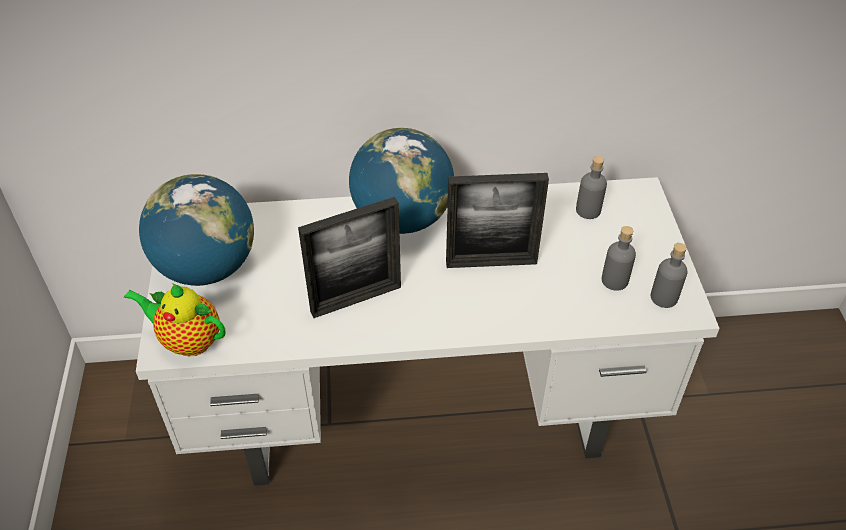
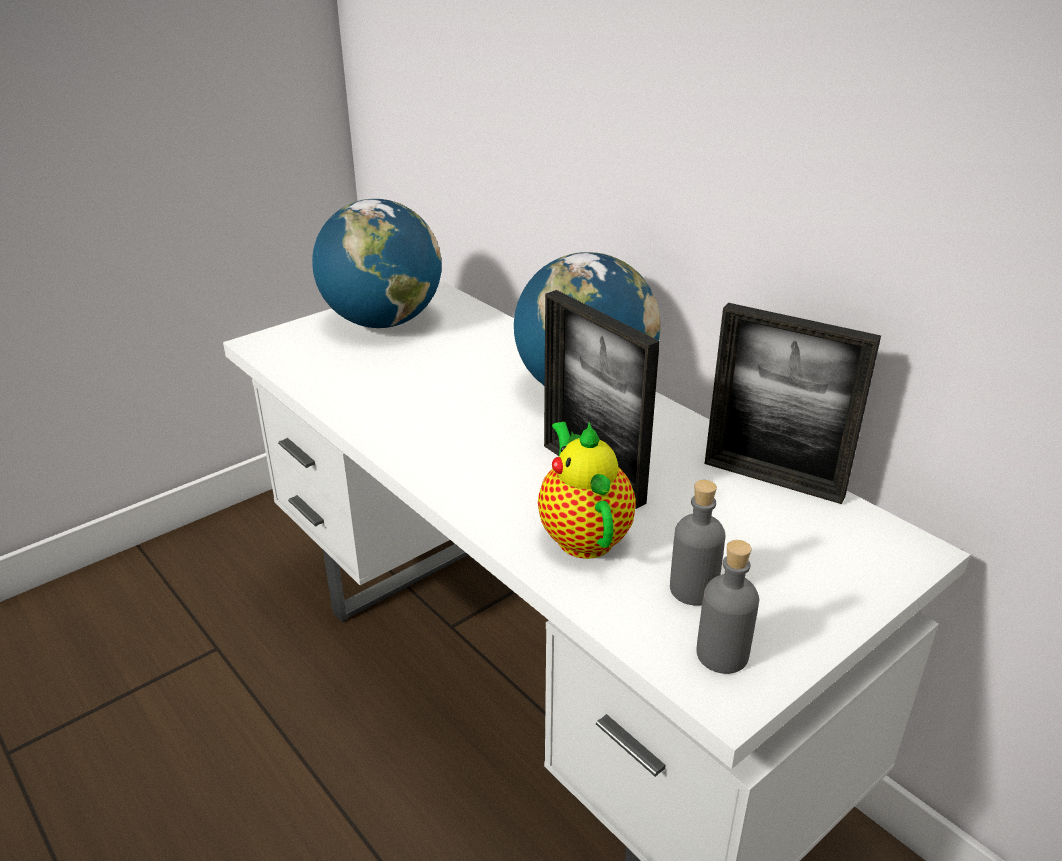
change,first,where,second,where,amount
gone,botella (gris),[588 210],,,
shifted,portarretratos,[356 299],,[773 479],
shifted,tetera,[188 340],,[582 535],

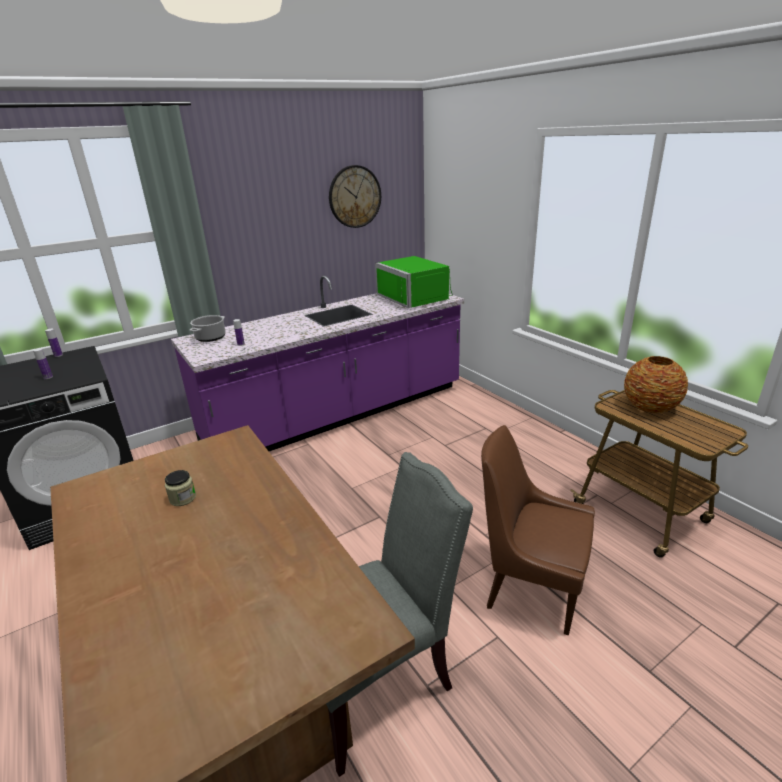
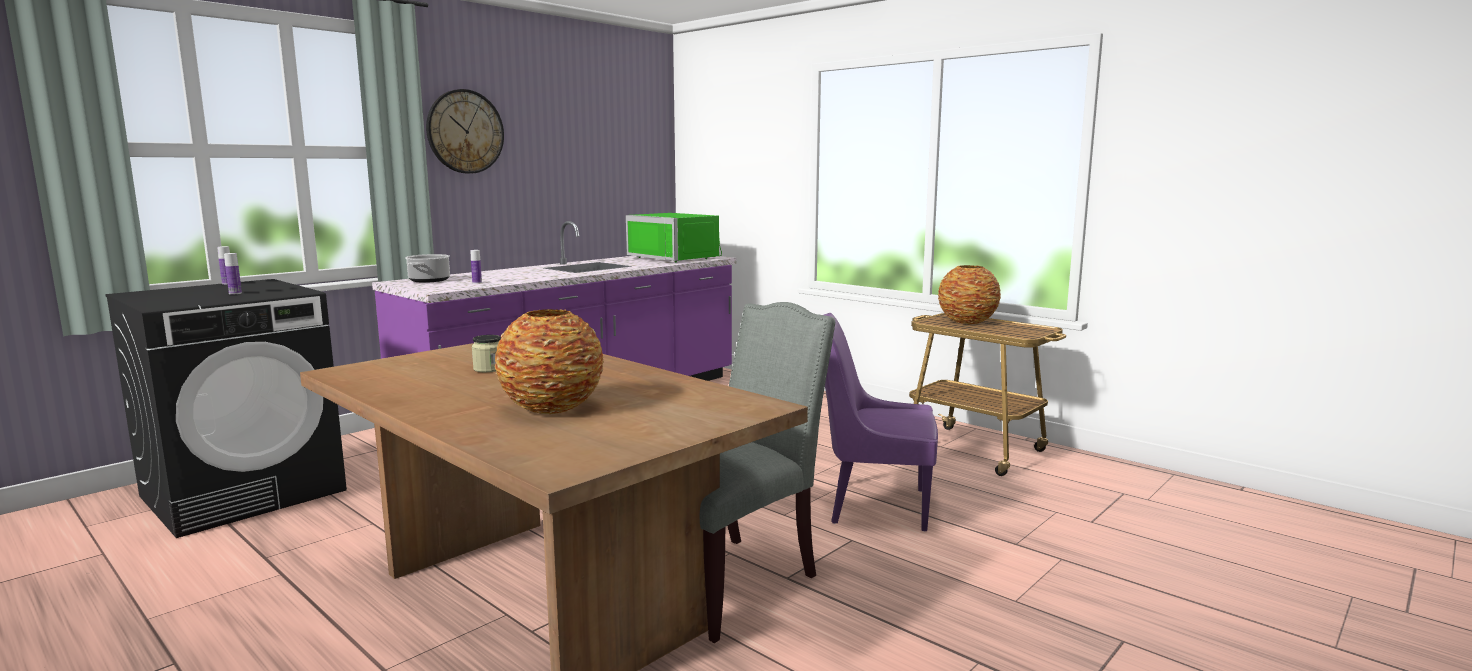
change,first,where,second,where,amount
shifted,reloj de pared,[354 197],,[465 131],
repainted,silla (marrón),[530 586],silla (morado),[874 505],
new,,,florero,[553 408],

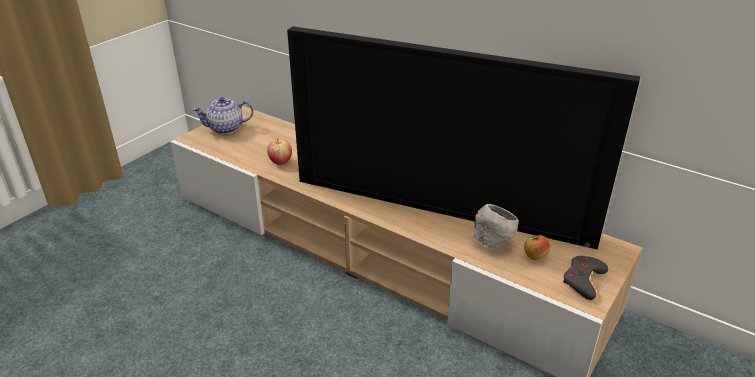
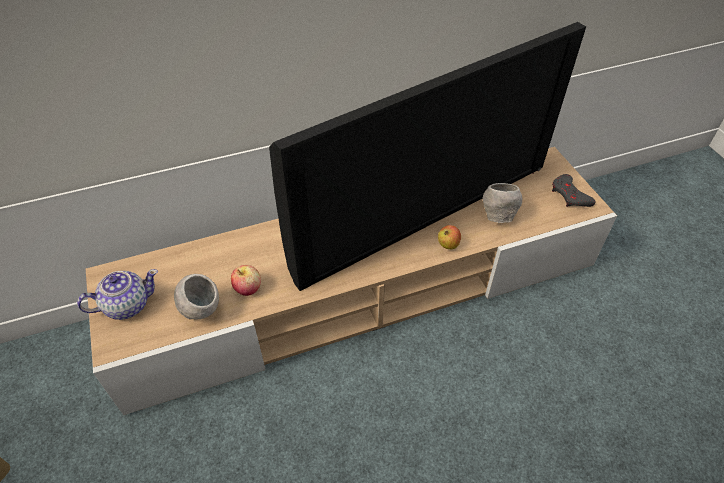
change,first,where,second,where,amount
rotated,tetera,[226 128],,[126 305],135 degrees counterclockwise
shifted,manzana,[535 256],,[448 244],
new,,,cuenco (gris),[201 312],

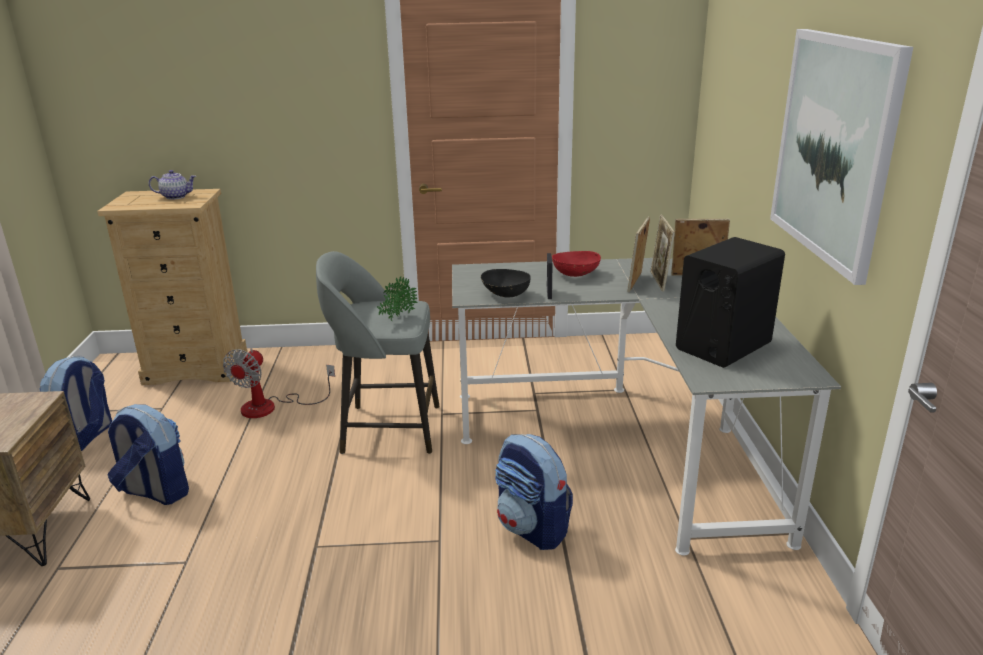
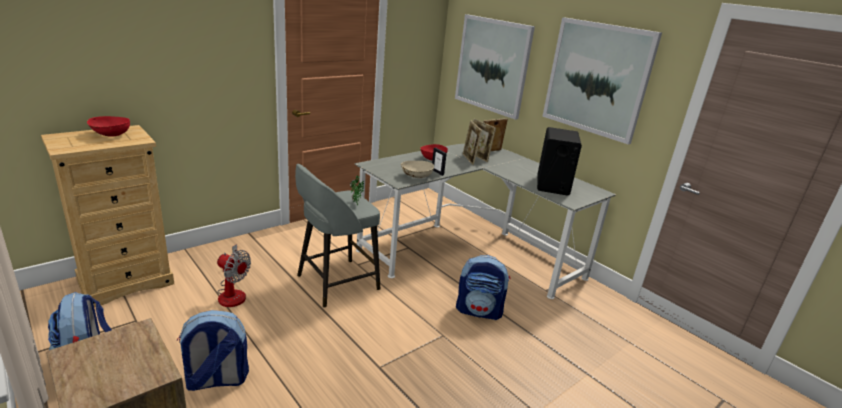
change,first,where,second,where,amount
swapped,tetera,[176 197],cuenco (rojo),[110 135],
repainted,cuenco (negro),[505 295],cuenco (beis),[416 177],
rotated,ventilador,[271 407],,[233 293],45 degrees counterclockwise
new,,,cuadro,[492 65],

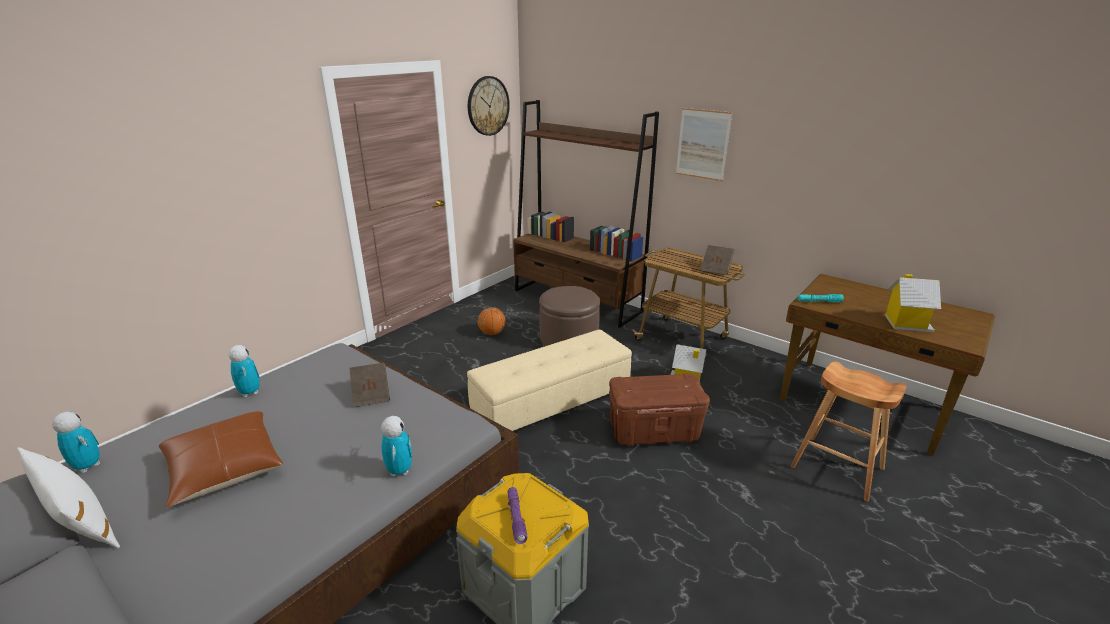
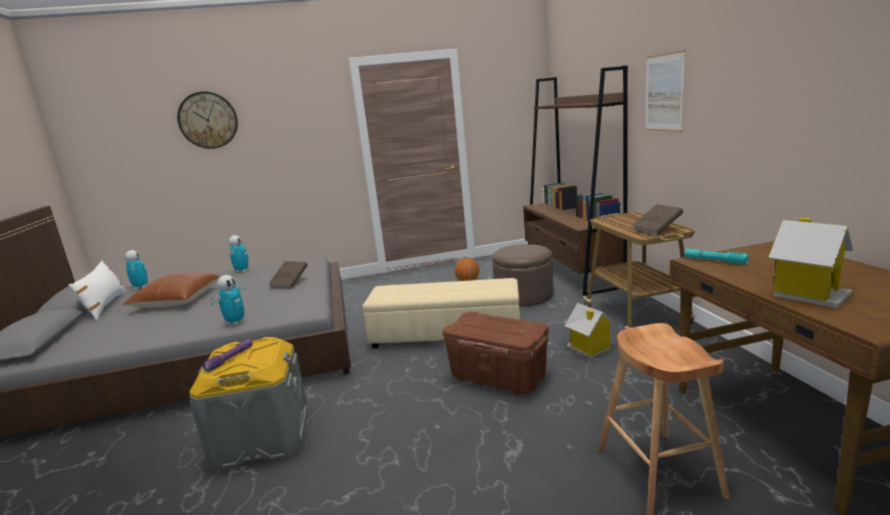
change,first,where,second,where,amount
shifted,reloj de pared,[488 106],,[208 120],

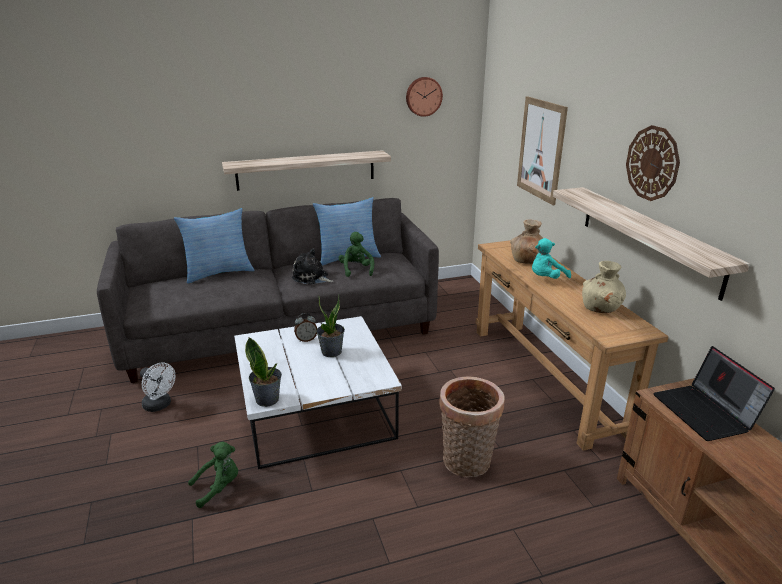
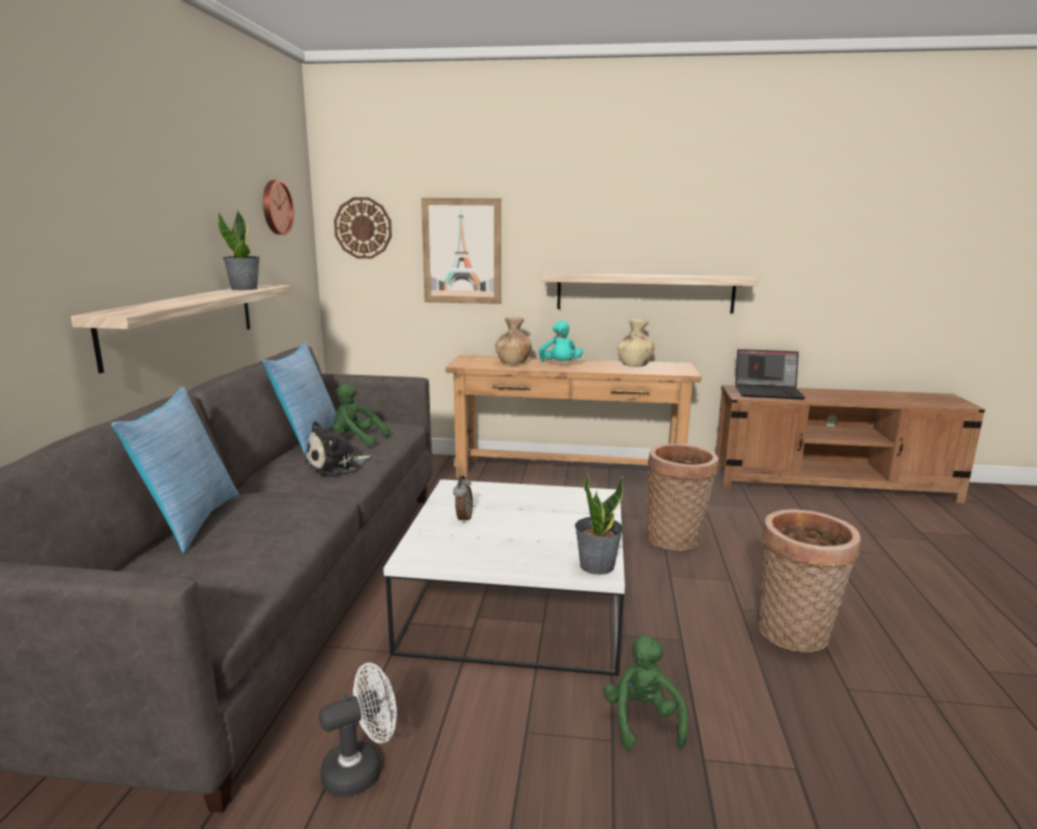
change,first,where,second,where,amount
shifted,reloj de pared,[652 163],,[363 228],
shifted,planta en maceta,[331 352],,[245 289],
new,,,cesta,[795 636],

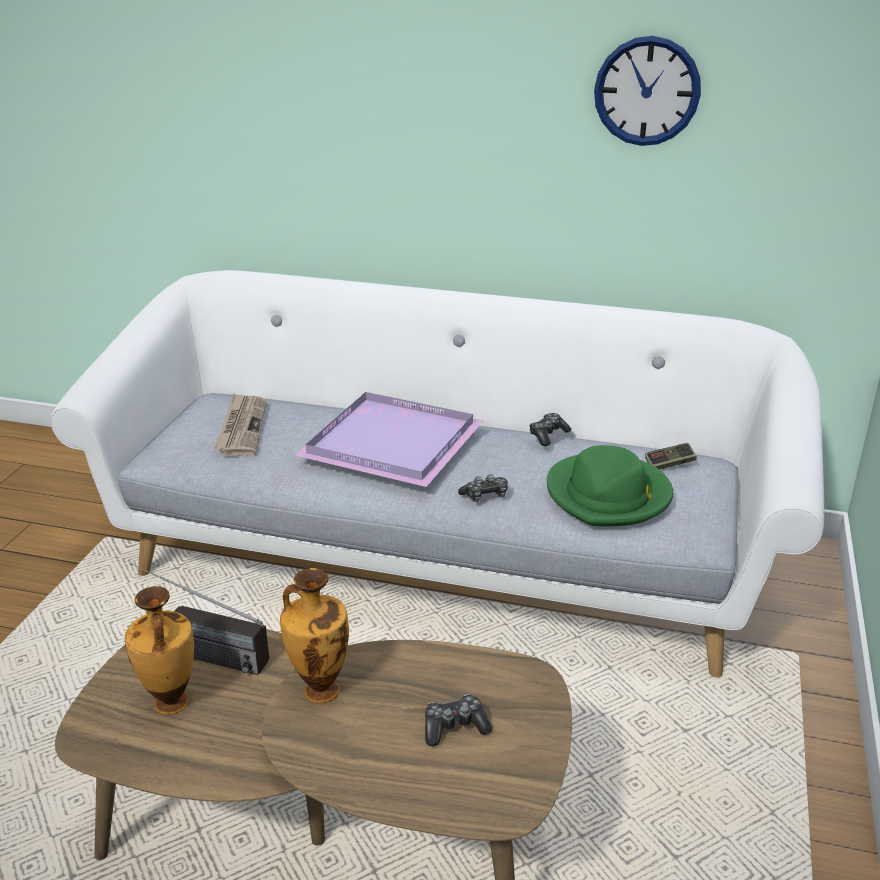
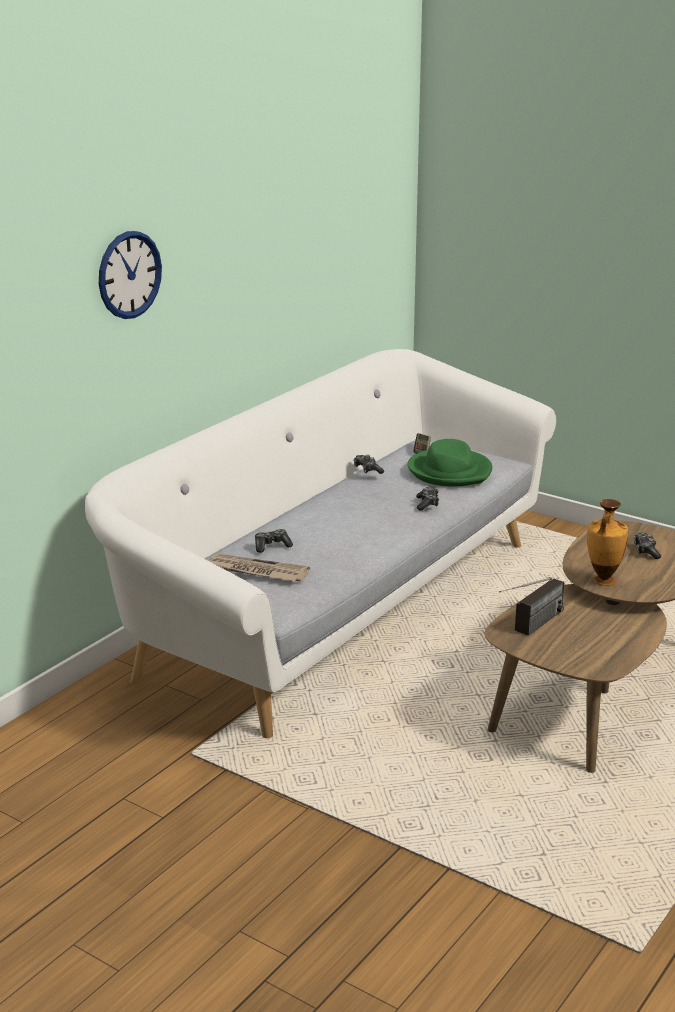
change,first,where,second,where,amount
shifted,reloj de pared,[647 91],,[129 275],
gone,bandeja (morado),[395 442],,,
gone,florero,[171 704],,,
new,,,mando de consola,[272 546],

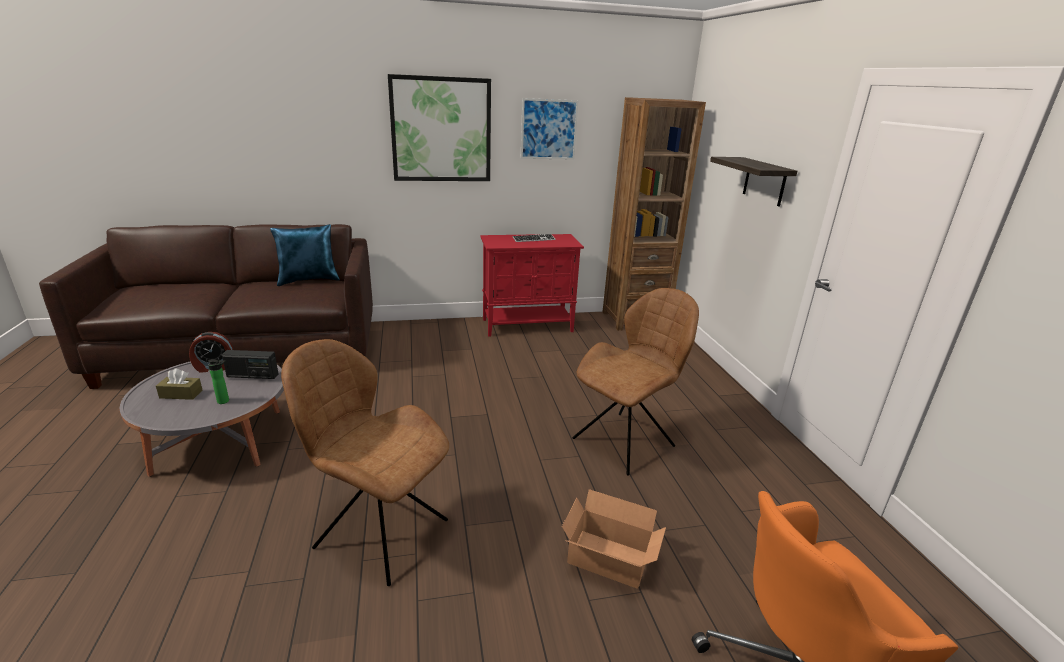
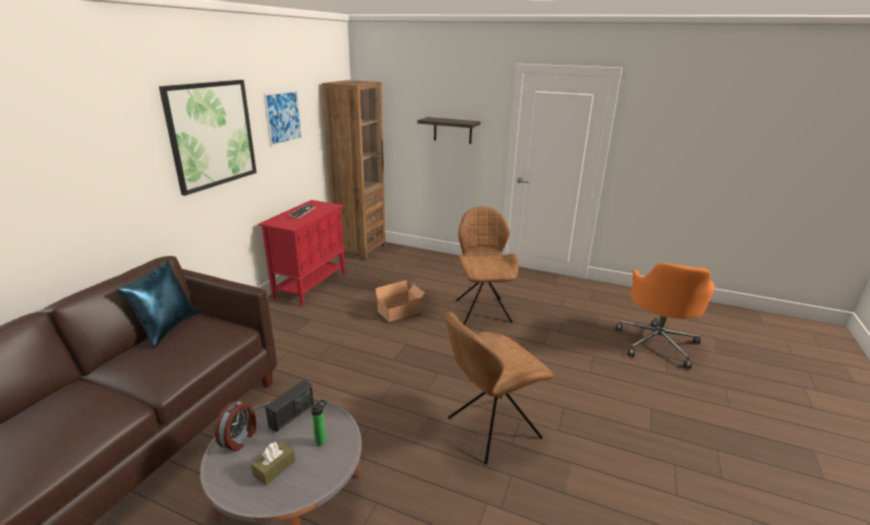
change,first,where,second,where,amount
shifted,caja de cartón,[609 561],,[400 312],

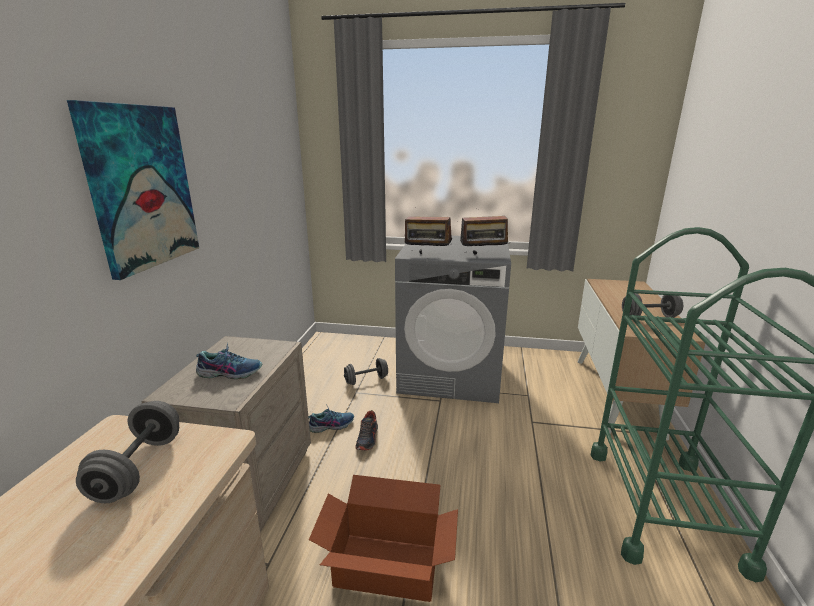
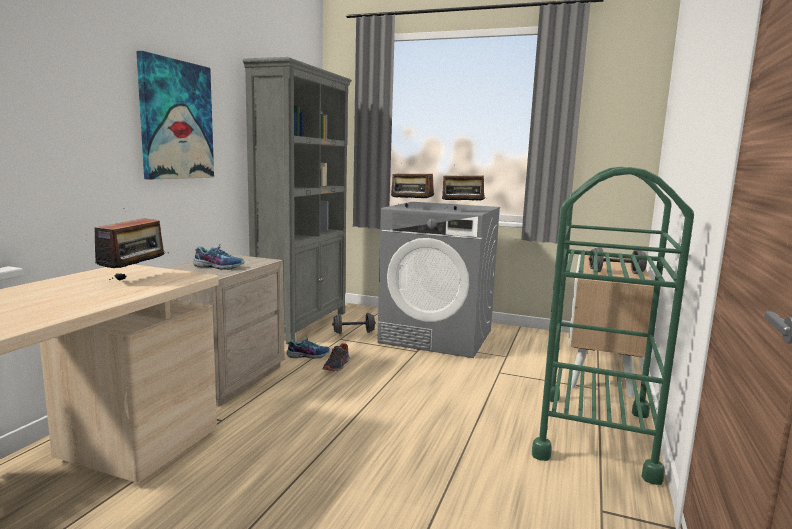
change,first,where,second,where,amount
swapped,mancuerna (gris),[139 468],radio,[134 278],
gone,caja de cartón,[386 564],,,
new,,,estantería (gris),[302 324],

